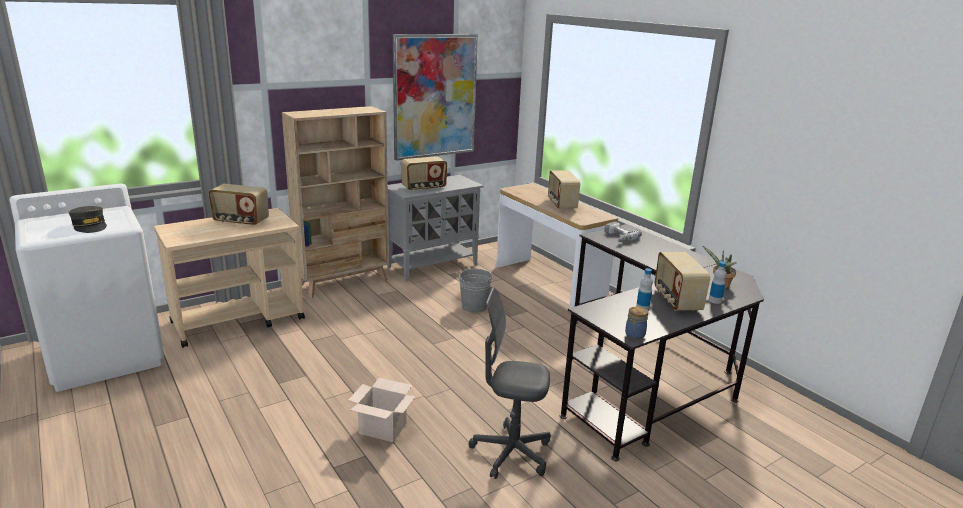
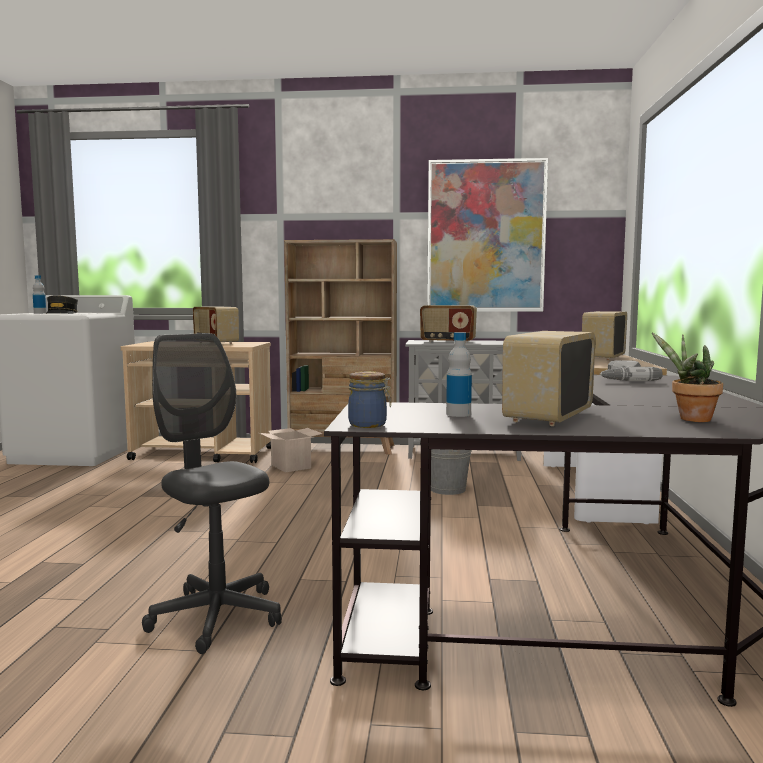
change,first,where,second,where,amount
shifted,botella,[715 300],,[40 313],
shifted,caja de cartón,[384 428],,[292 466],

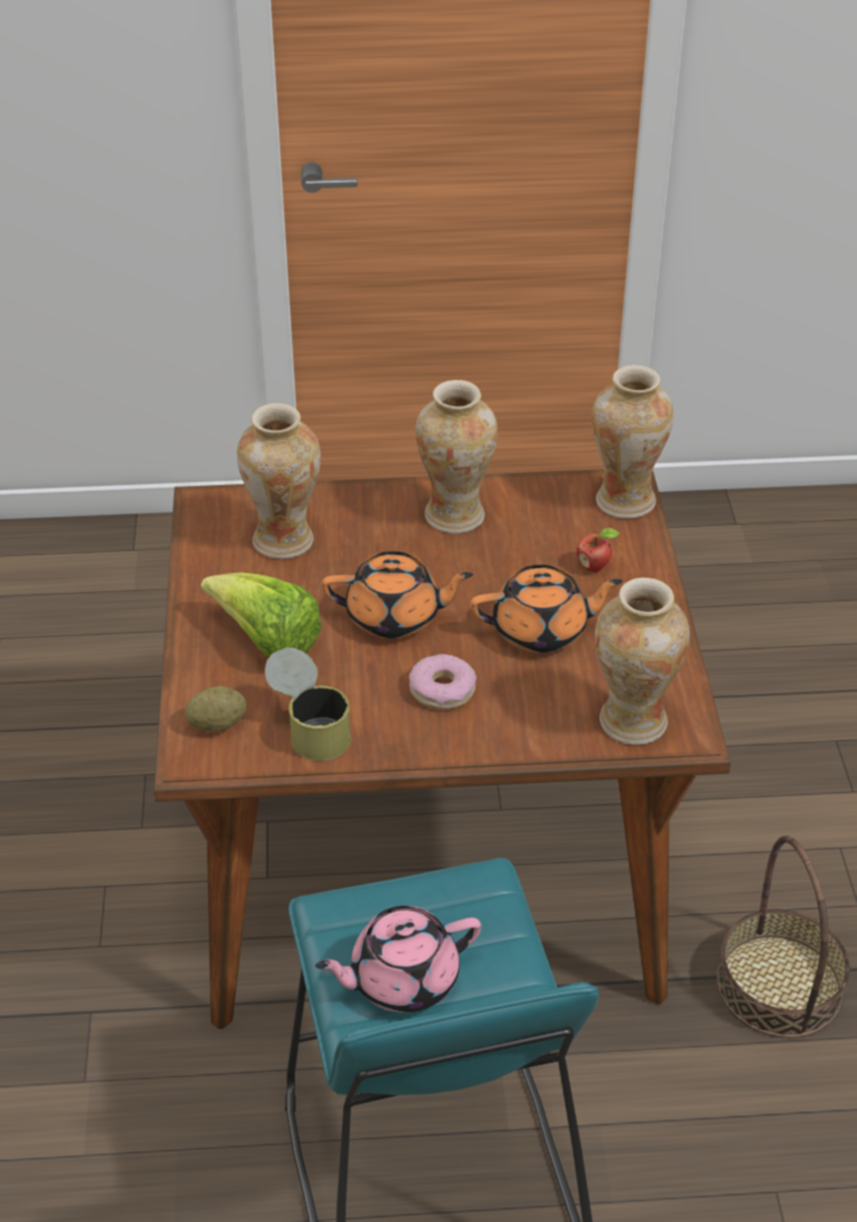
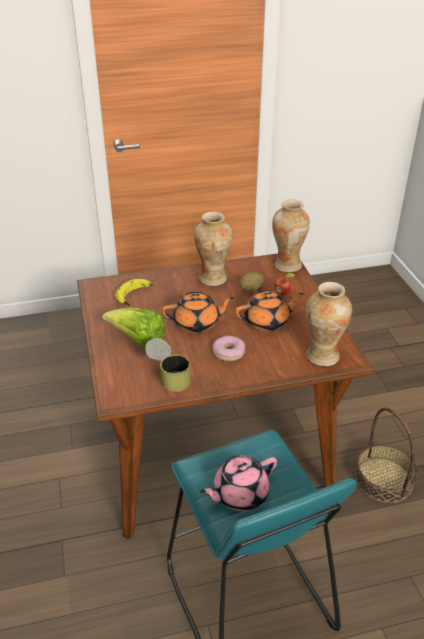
change,first,where,second,where,amount
swapped,florero,[284 540],plátano,[135 296],
shifted,patata,[217 724],,[251 289],

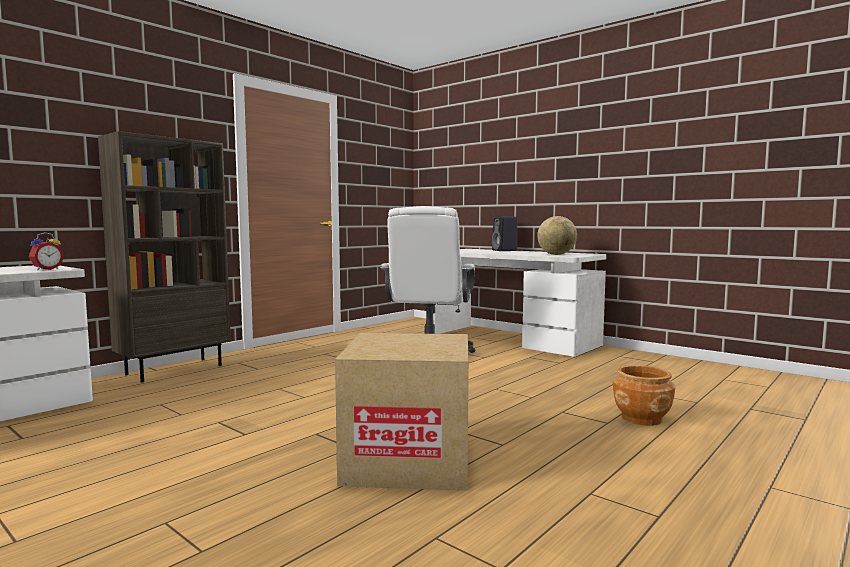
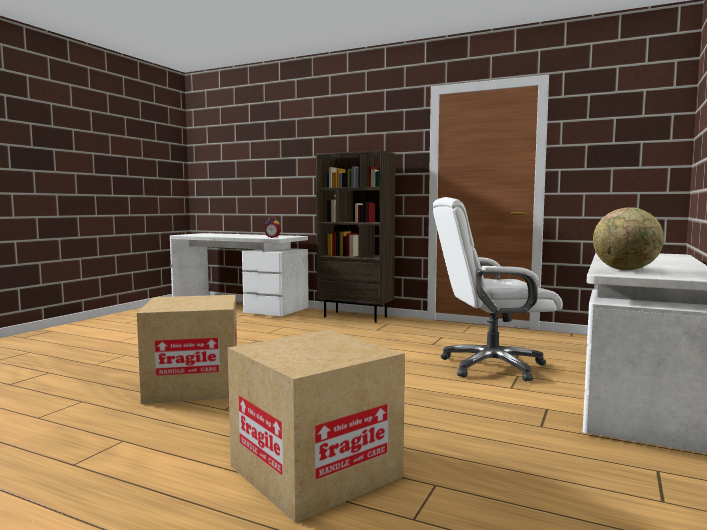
change,first,where,second,where,amount
gone,altavoz (negro),[505 250],,,
swapped,maceta (marrón),[642 418],caja de cartón,[315 471],

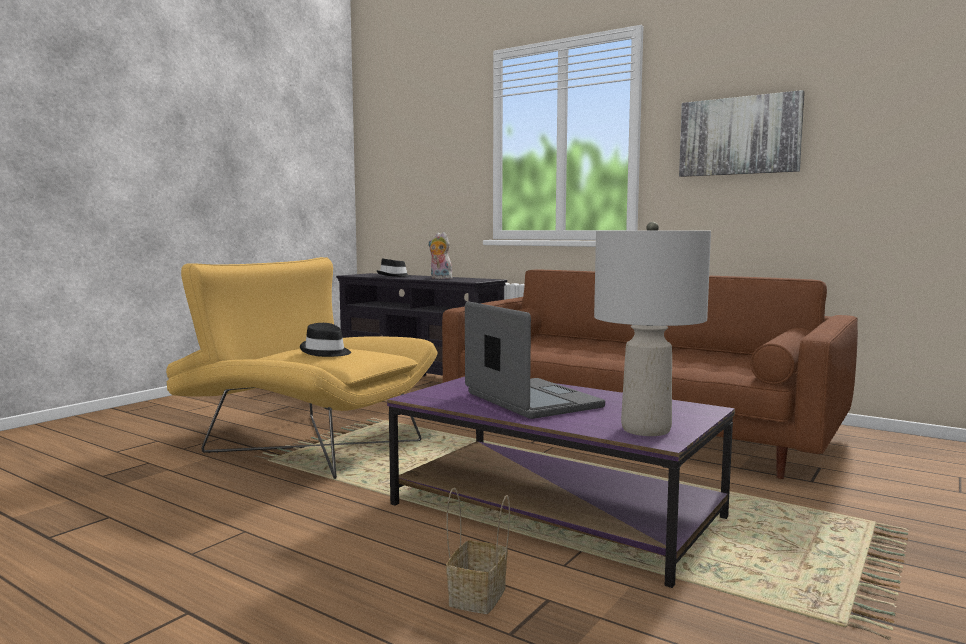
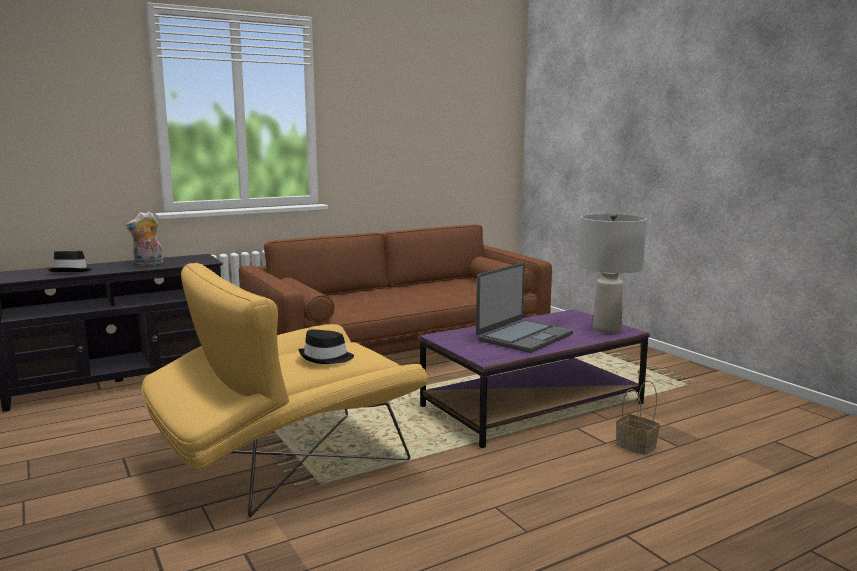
change,first,where,second,where,amount
gone,cuadro,[739 136],,,
rotated,portátil,[530 400],,[524 337],135 degrees clockwise

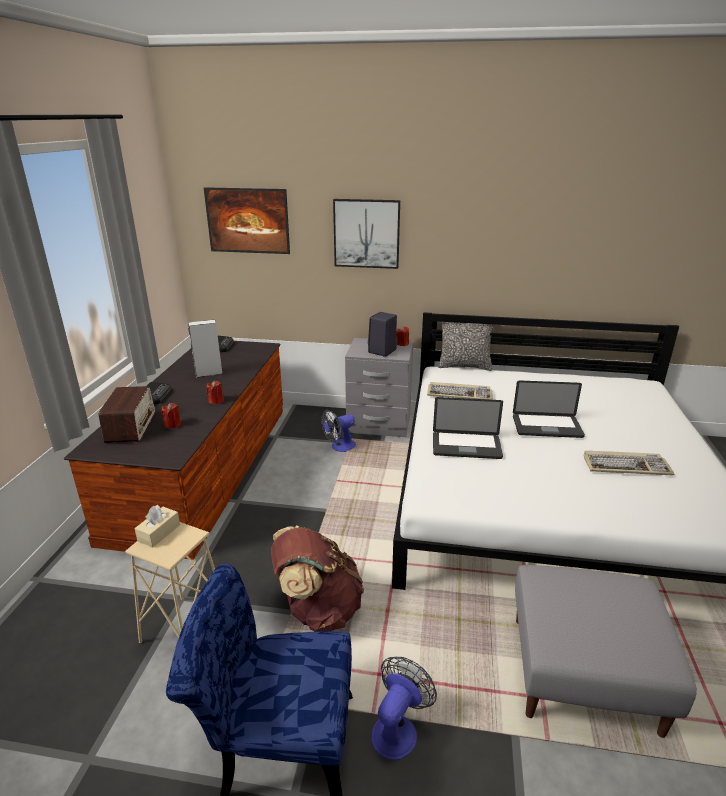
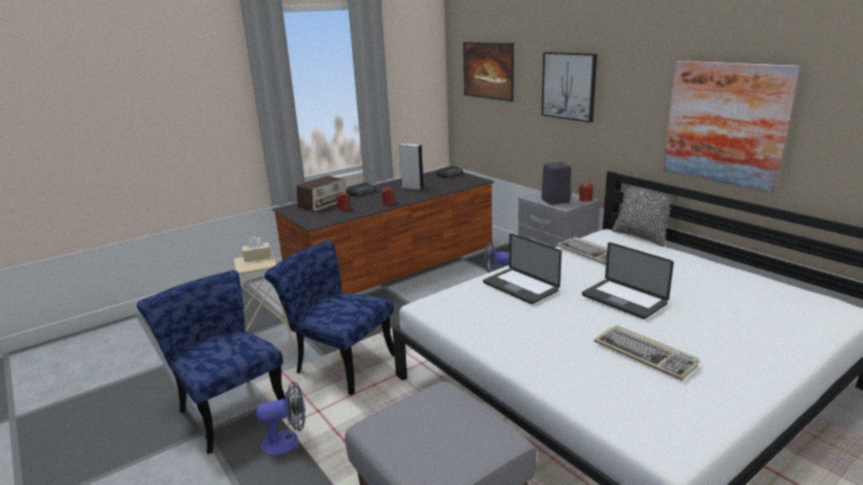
change,first,where,second,where,amount
swapped,mochila (marrón),[318 609],silla (azul),[339 362],
new,,,cuadro,[725 123],

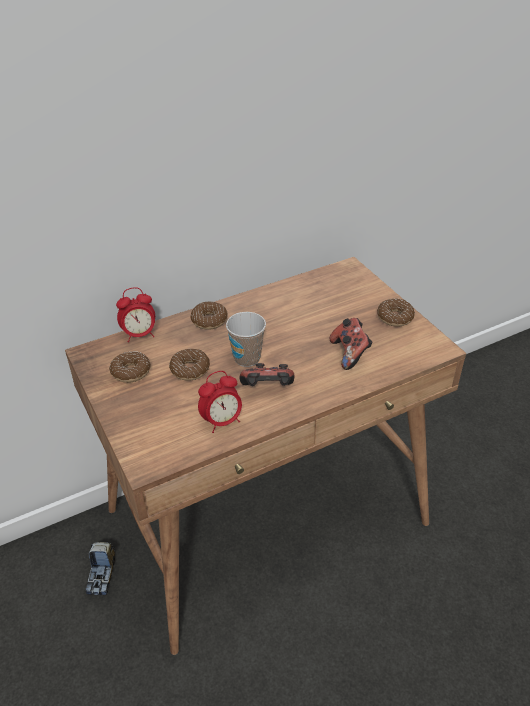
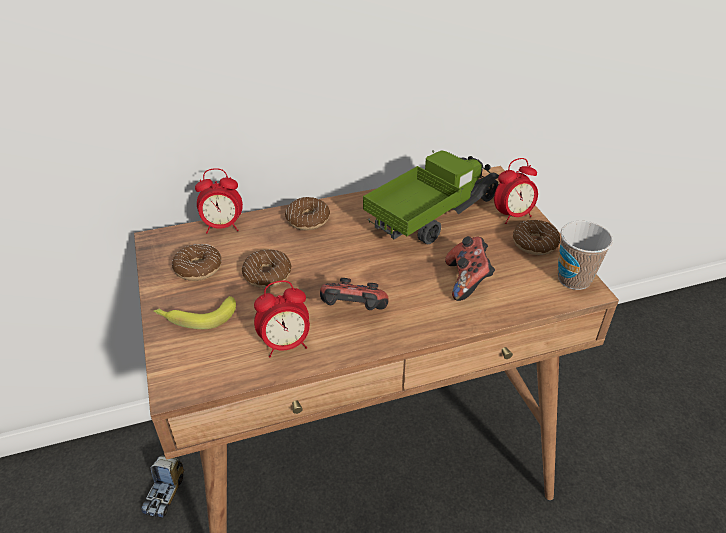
change,first,where,second,where,amount
shifted,taza,[247 358],,[574 279],
new,,,camión de juguete,[432 214],
new,,,despertador,[512 215],
new,,,plátano,[195 317],

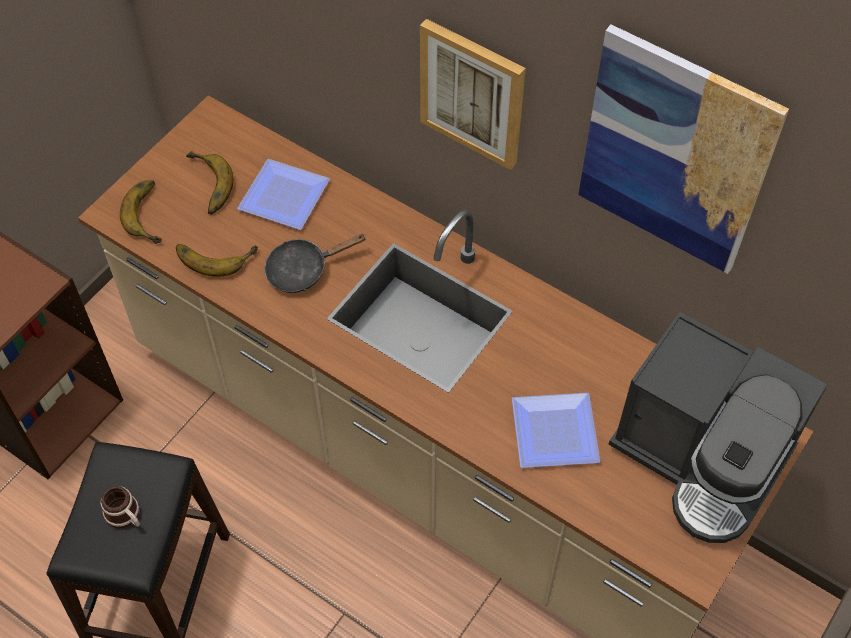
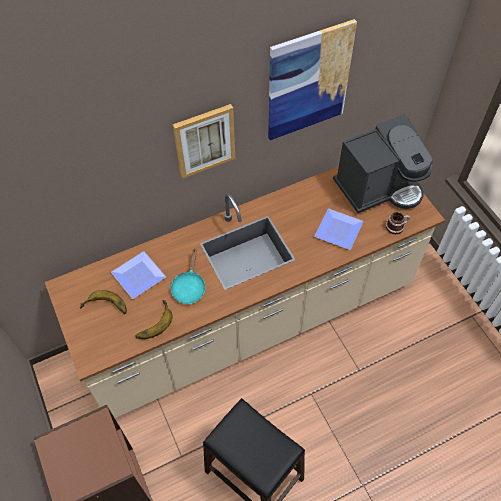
change,first,where,second,where,amount
gone,plátano,[151 214],,,
repainted,sartén (negro),[303 270],sartén (turquesa),[189 287],
shifted,taza grande,[126 516],,[397 226],

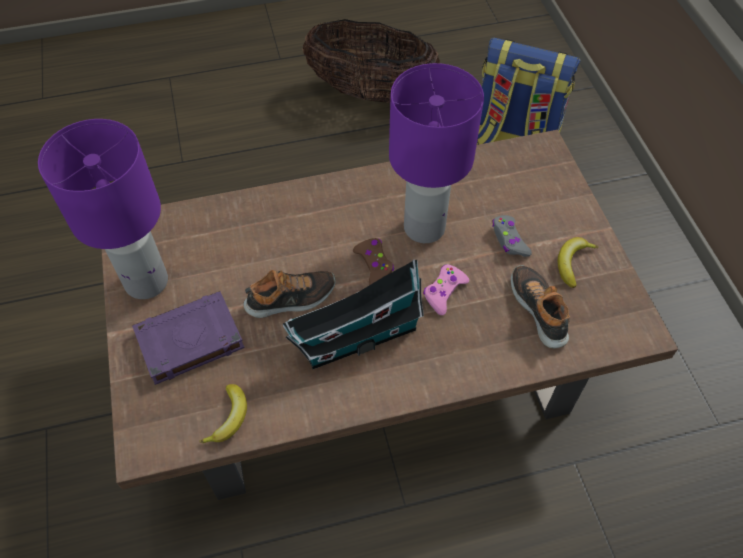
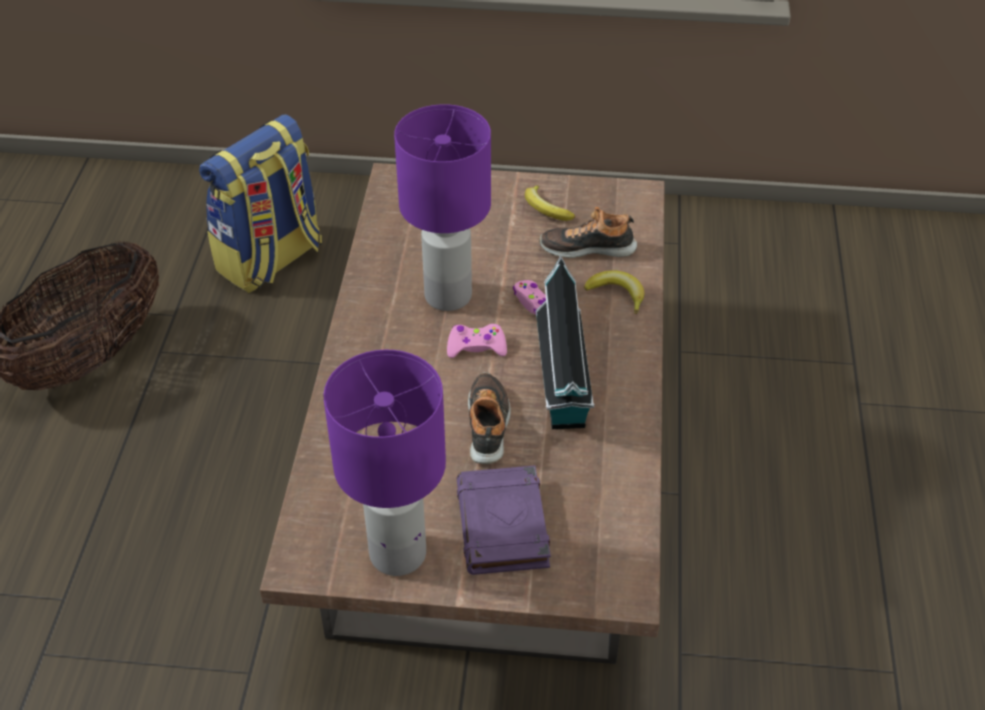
change,first,where,second,where,amount
gone,mando de consola (gris),[509 240],,,
repainted,mando de consola (marrón),[374 265],mando de consola (rosa),[476 347],
shifted,plátano,[229 418],,[617 294],

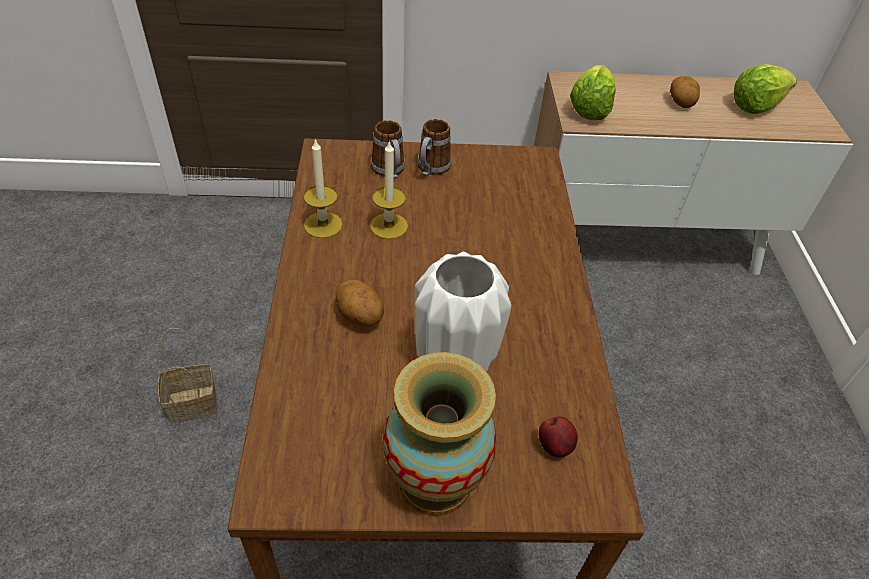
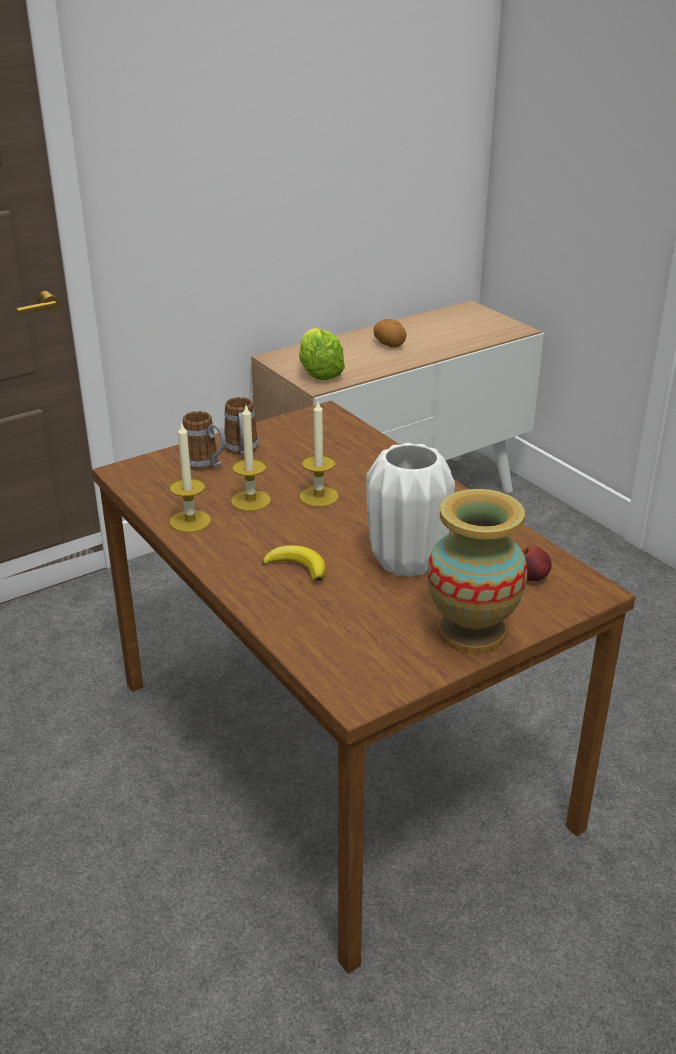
change,first,where,second,where,amount
gone,lechuga,[756 106],,,
swapped,patata,[359 317],plátano,[297 567],
gone,cesta,[194 402],,,
new,,,vela,[319 496],

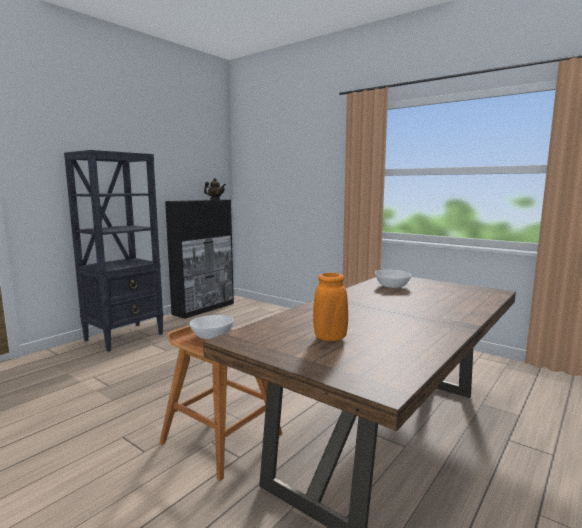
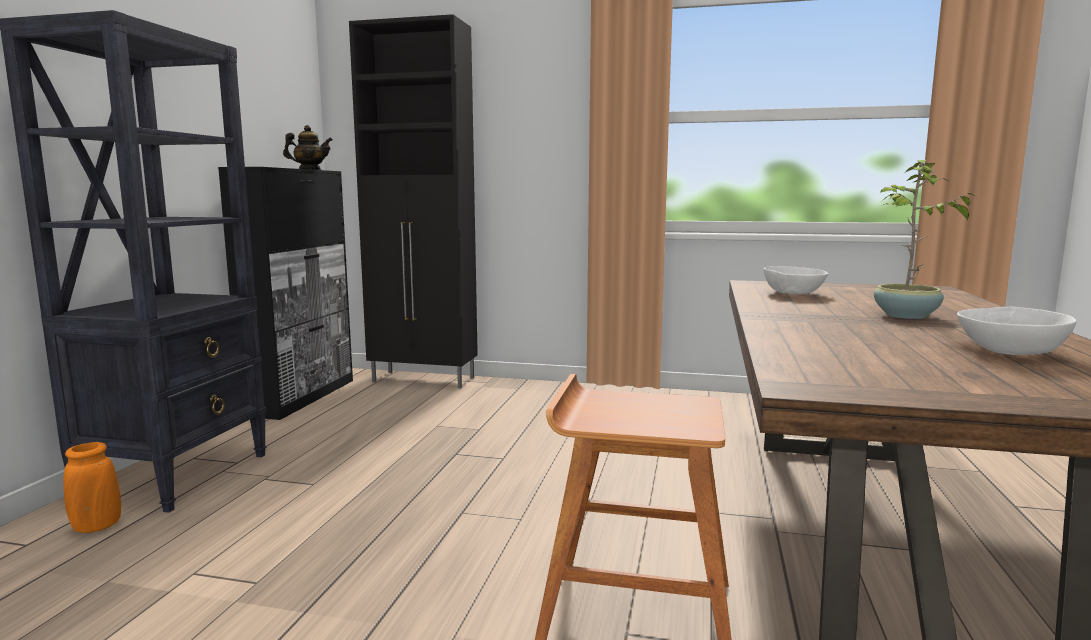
change,first,where,second,where,amount
shifted,florero (naranja),[330 338],,[96 527],
shifted,cuenco (blanco),[212 337],,[1010 351],
new,,,armario (negro),[424 380],
new,,,planta en maceta,[906 316],

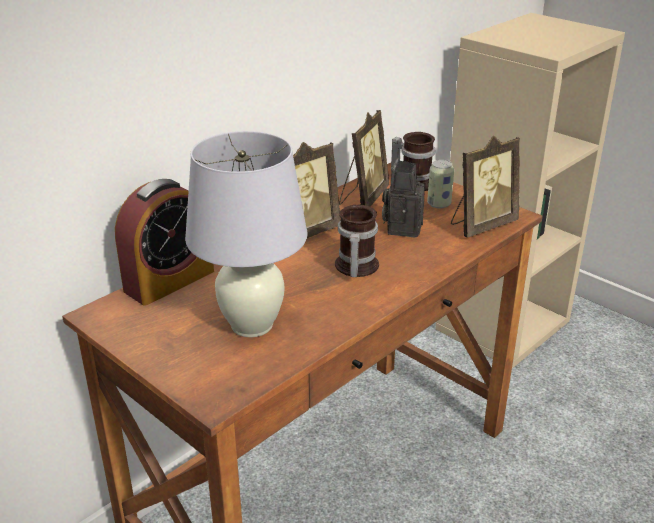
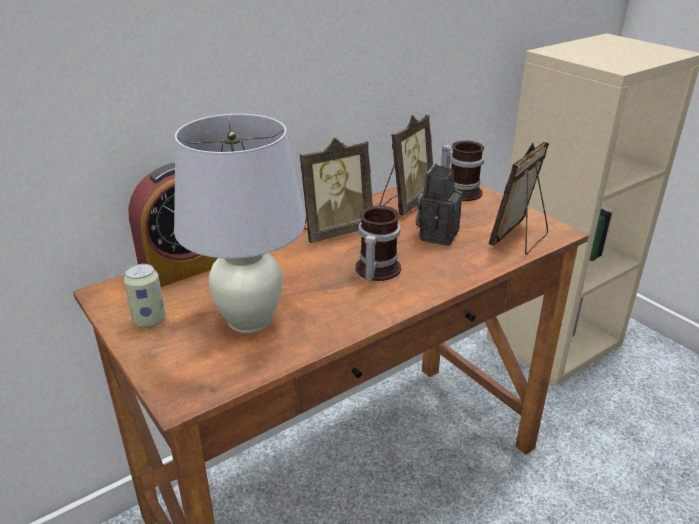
change,first,where,second,where,amount
rotated,portarretratos,[481 225],,[520 239],150 degrees clockwise
shifted,lata,[439 204],,[149 320],

